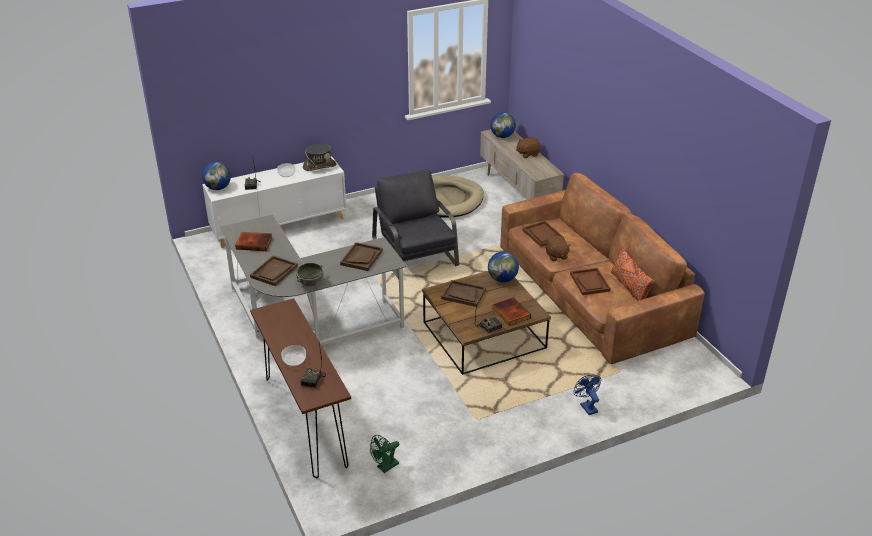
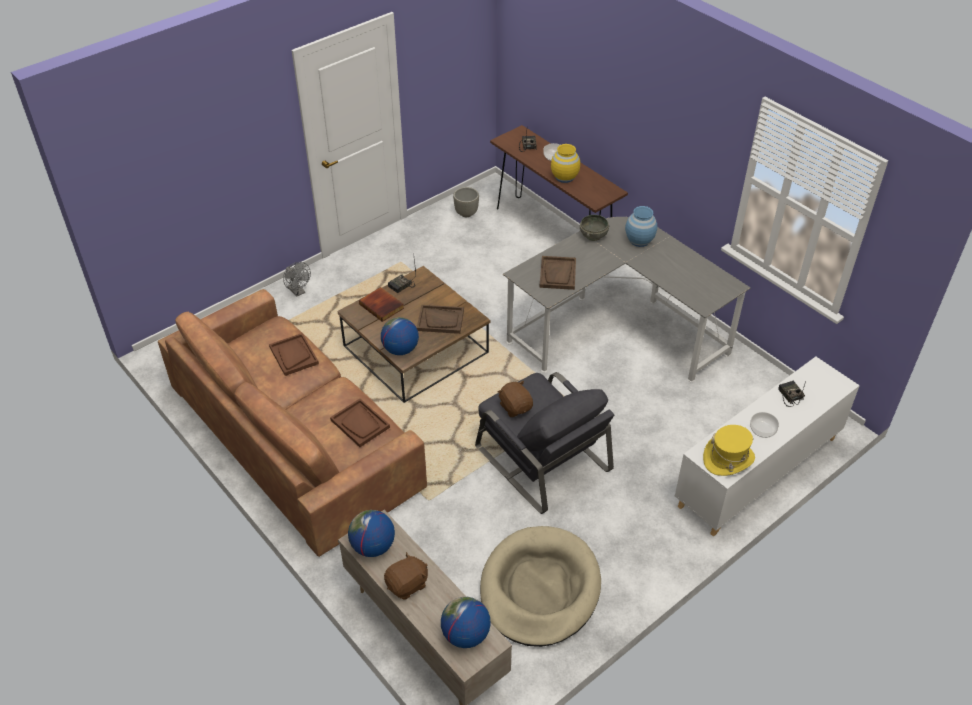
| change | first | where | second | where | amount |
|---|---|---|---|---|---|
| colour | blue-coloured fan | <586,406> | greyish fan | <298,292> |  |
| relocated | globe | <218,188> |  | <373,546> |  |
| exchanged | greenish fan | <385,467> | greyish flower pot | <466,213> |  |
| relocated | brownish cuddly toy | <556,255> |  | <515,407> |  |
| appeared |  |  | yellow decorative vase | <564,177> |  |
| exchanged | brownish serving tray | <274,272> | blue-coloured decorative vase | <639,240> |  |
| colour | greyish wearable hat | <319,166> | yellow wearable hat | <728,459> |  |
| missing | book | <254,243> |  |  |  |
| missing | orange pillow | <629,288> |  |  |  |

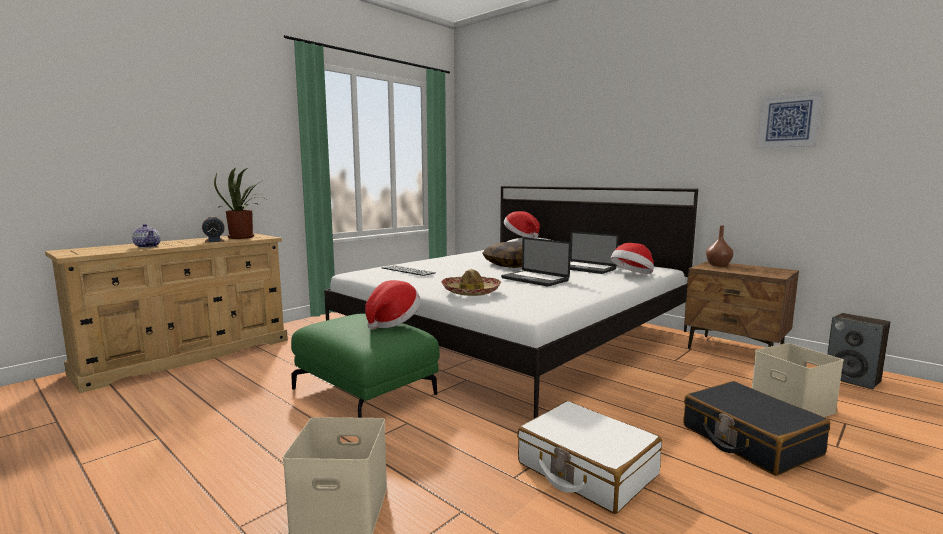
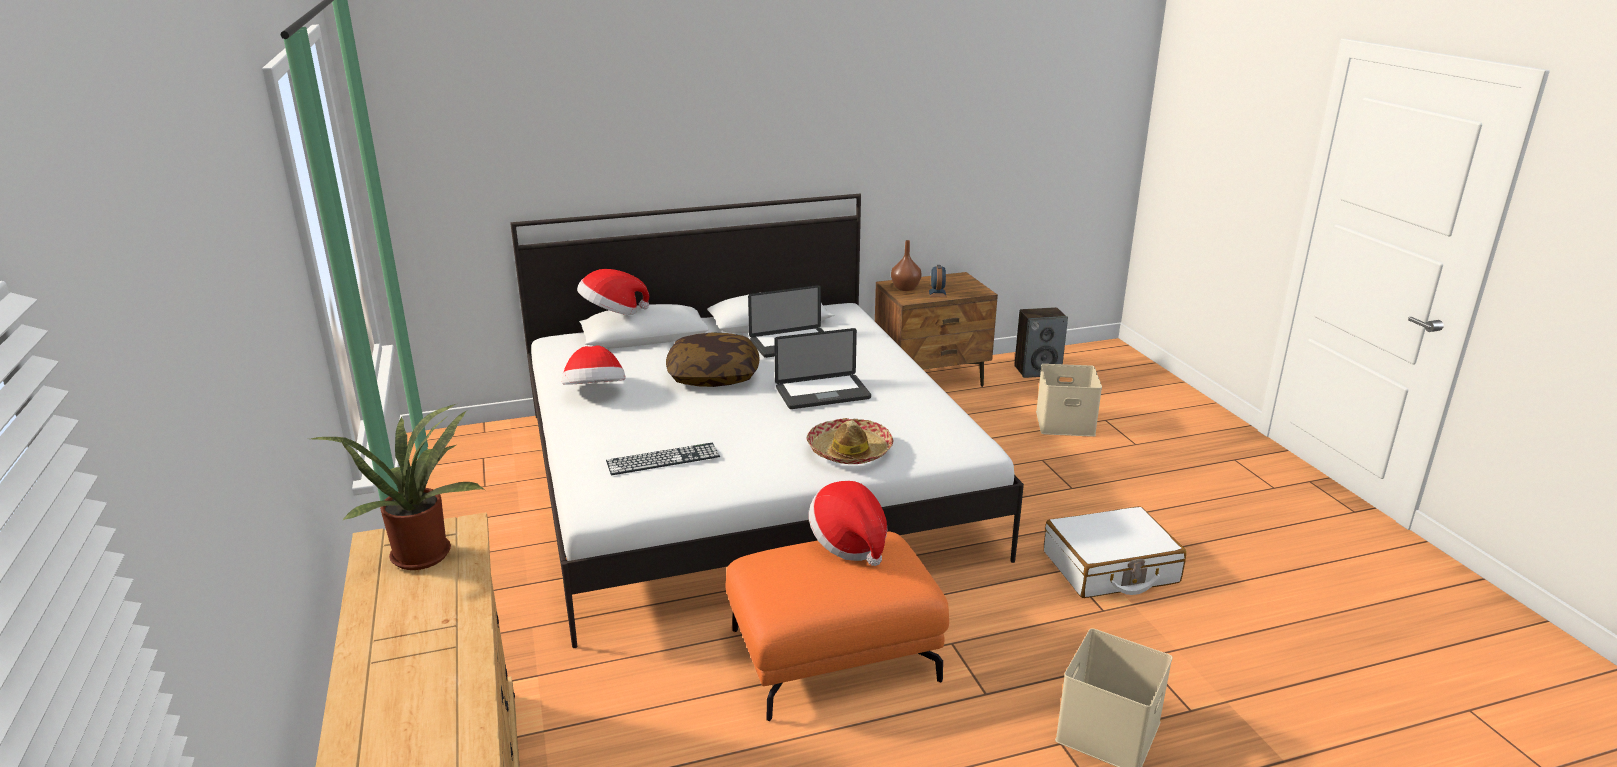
| change | first | where | second | where | amount |
|---|---|---|---|---|---|
| relocated | wearable hat | <632,275> |  | <595,393> |  |
| colour | greenish pouffe | <366,391> | orange pouffe | <834,653> |  |
| relocated | alarm clock | <214,241> |  | <937,293> |  |
| missing | pot for tea | <147,246> |  |  |  |
| missing | blackish piece of luggage | <749,440> |  |  |  |
| missing | picture | <788,121> |  |  |  |

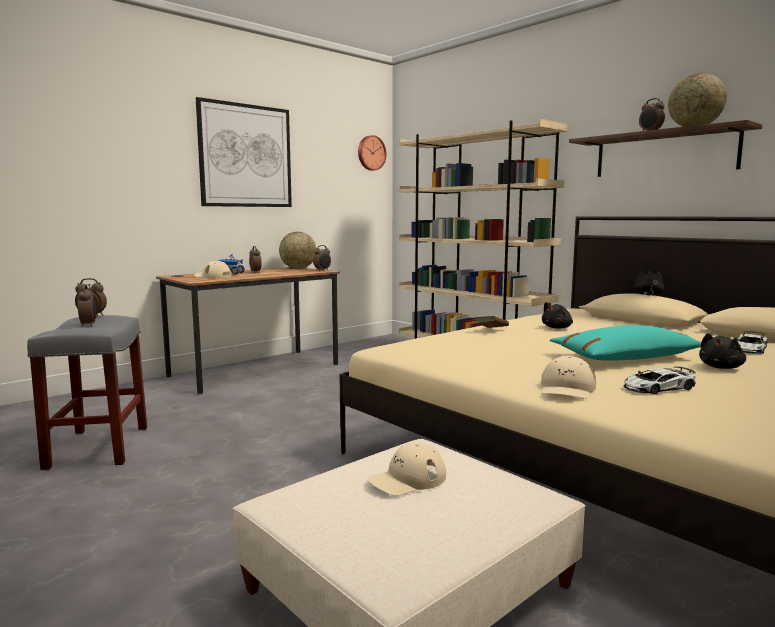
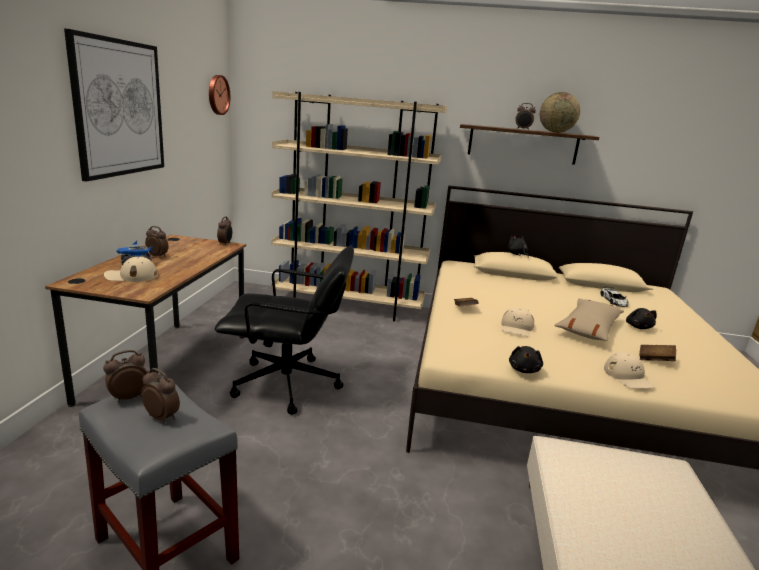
| change | first | where | second | where | amount |
|---|---|---|---|---|---|
| appeared |  |  | blackish computer chair | <288,385> |  |
| relocated | beige-coloured peaked cap | <407,479> |  | <516,327> |  |
| relocated | blackish cuddly toy | <558,328> |  | <524,370> |  |
| colour | turquoise pillow | <626,358> | beige-coloured pillow | <589,328> |  |
| exchanged | toy car | <658,388> | brownish book | <655,360> |  |
| missing | globe | <298,268> |  |  |  |

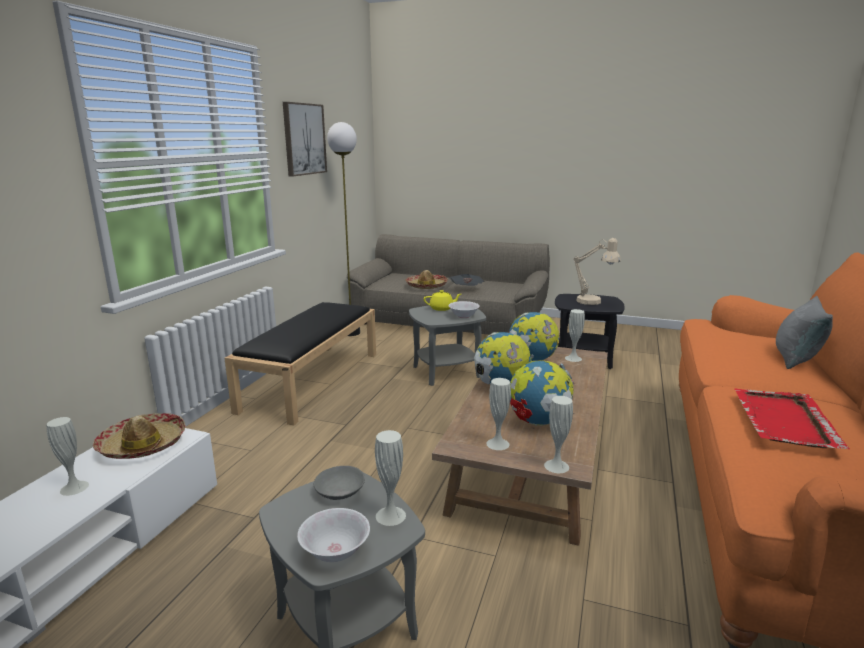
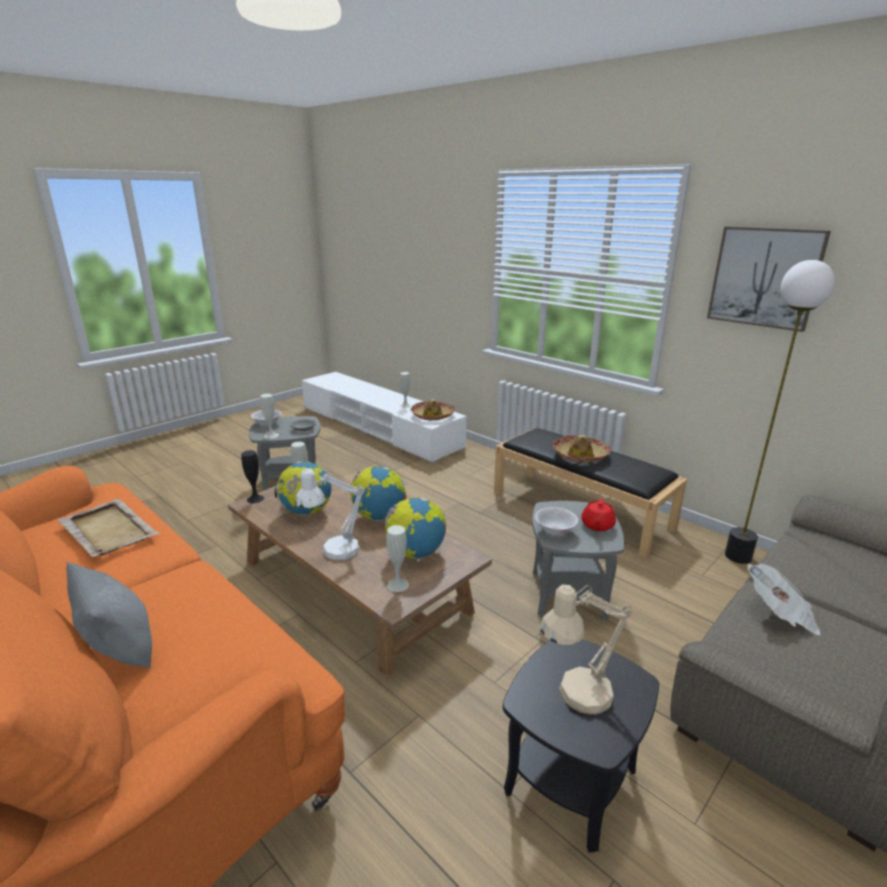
| change | first | where | second | where | amount |
|---|---|---|---|---|---|
| colour | reddish serving tray | <784,421> | beige-coloured serving tray | <108,530> |  |
| colour | white decorative vase | <556,466> | blackish decorative vase | <255,499> |  |
| appeared |  |  | white table lamp | <334,553> |  |
| relocated | wearable hat | <426,286> |  | <580,455> |  |
| colour | yellow pot for tea | <442,308> | reddish pot for tea | <597,525> |  |

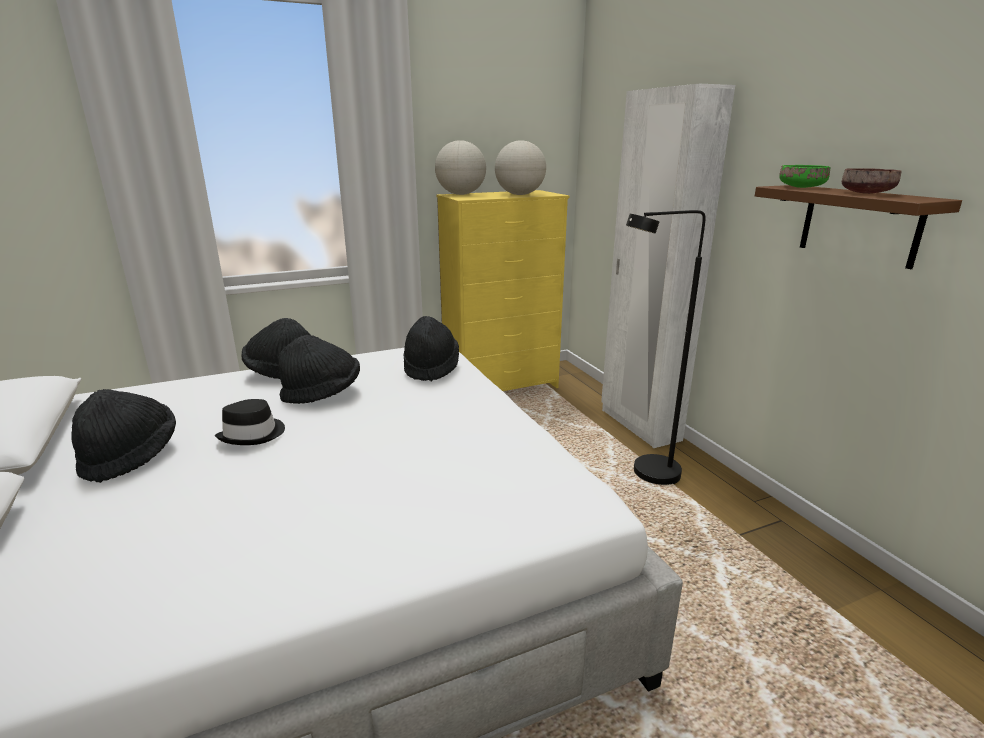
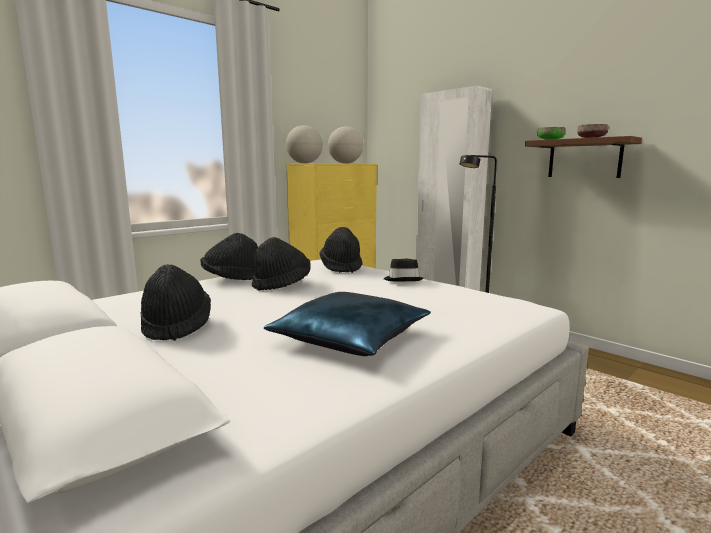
| change | first | where | second | where | amount |
|---|---|---|---|---|---|
| appeared |  |  | blue-coloured pillow | <349,337> |  |
| relocated | blackish wearable hat | <253,434> |  | <403,279> |  |

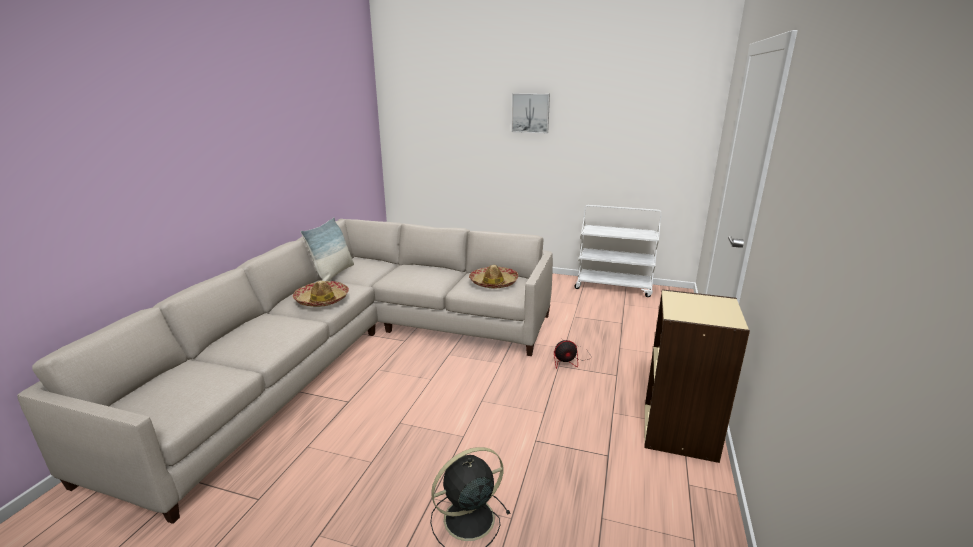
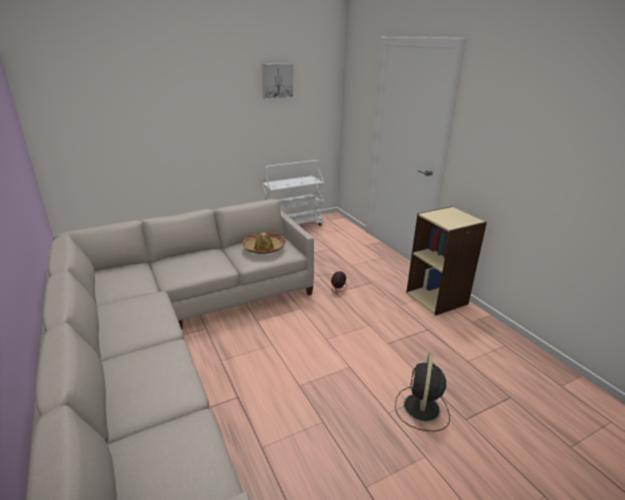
| change | first | where | second | where | amount |
|---|---|---|---|---|---|
| relocated | picture | <530,113> |  | <277,81> |  |
| missing | wearable hat | <322,300> |  |  |  |
| missing | pillow | <333,274> |  |  |  |

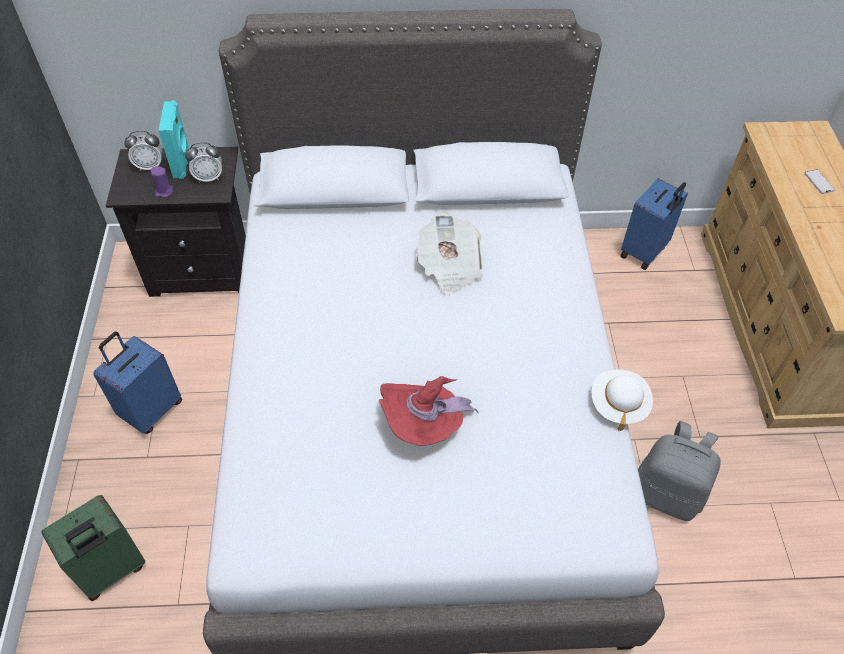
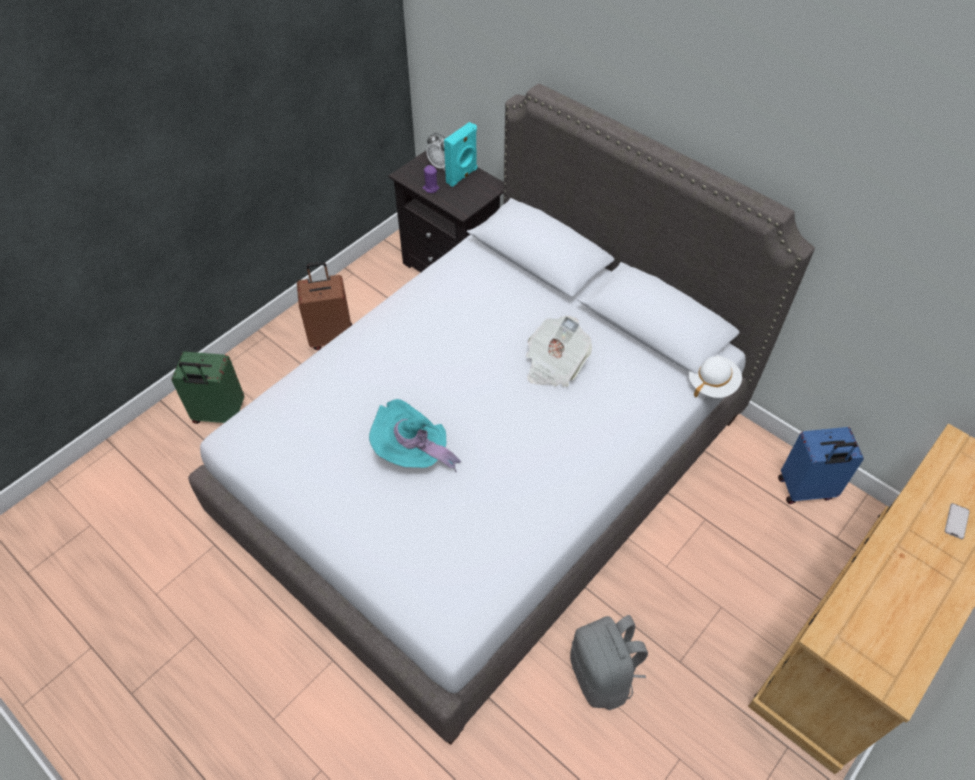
| change | first | where | second | where | amount |
|---|---|---|---|---|---|
| colour | blue-coloured piece of luggage | <151,410> | brownish piece of luggage | <332,337> |  |
| colour | reddish wearable hat | <424,425> | turquoise wearable hat | <413,452> |  |
| relocated | white wearable hat | <618,404> |  | <712,383> |  |
| missing | alarm clock | <209,177> |  |  |  |

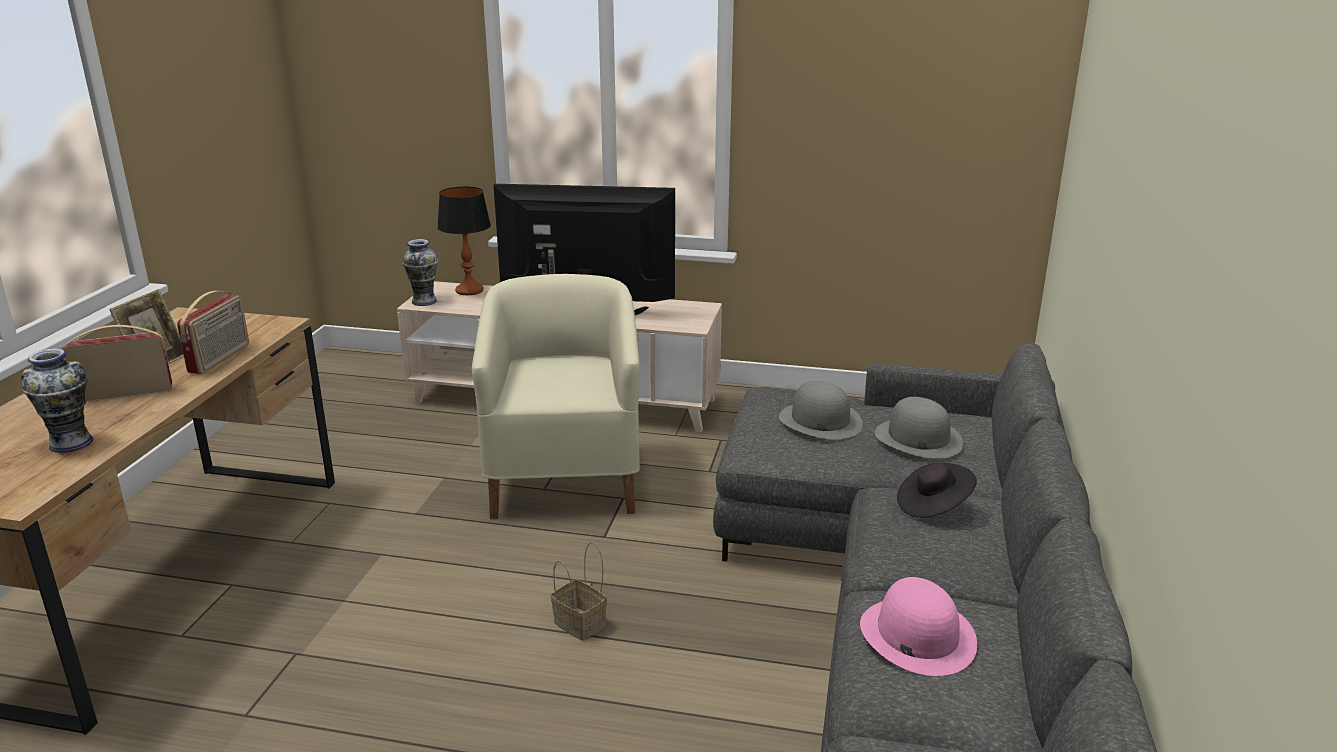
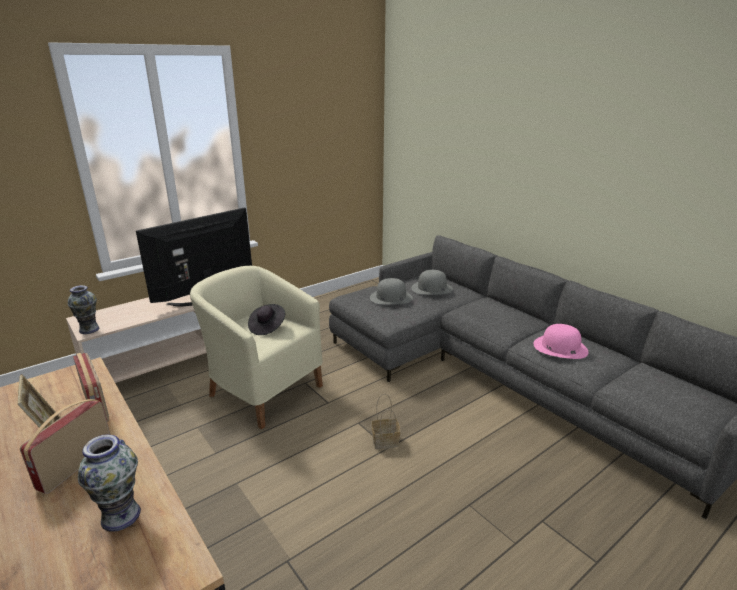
| change | first | where | second | where | amount |
|---|---|---|---|---|---|
| relocated | blackish wearable hat | <933,506> |  | <267,327> |  |
| missing | table lamp | <469,290> |  |  |  |

